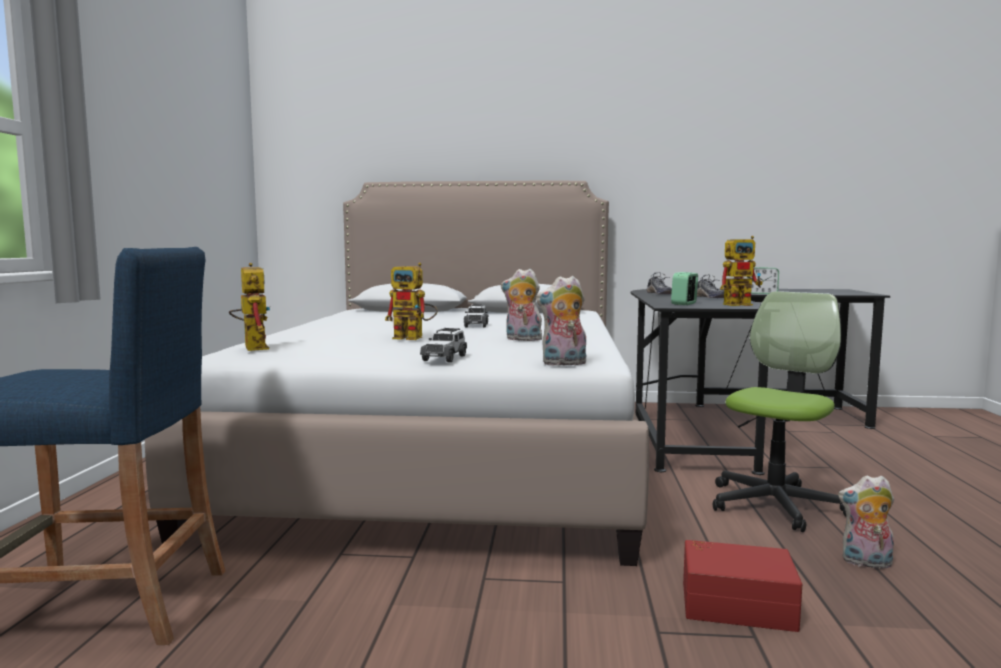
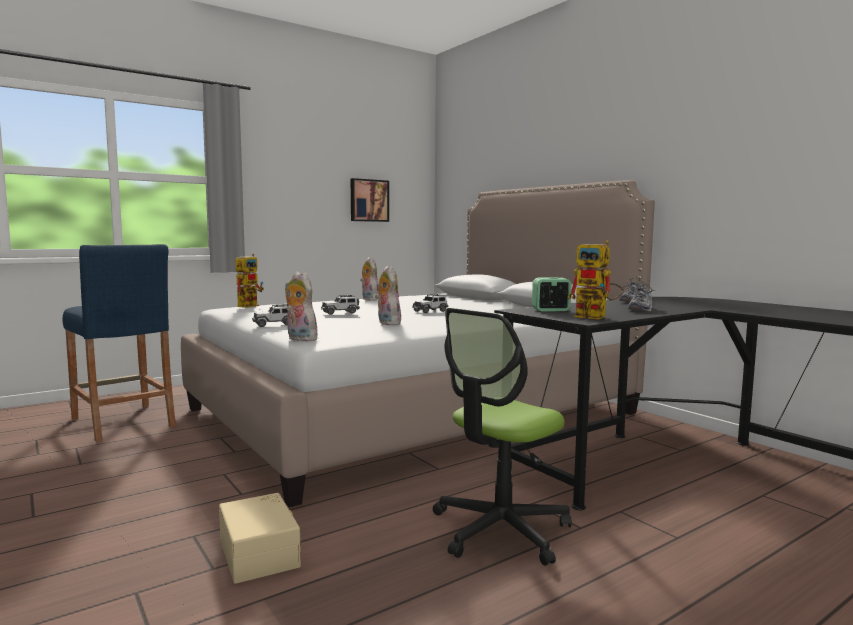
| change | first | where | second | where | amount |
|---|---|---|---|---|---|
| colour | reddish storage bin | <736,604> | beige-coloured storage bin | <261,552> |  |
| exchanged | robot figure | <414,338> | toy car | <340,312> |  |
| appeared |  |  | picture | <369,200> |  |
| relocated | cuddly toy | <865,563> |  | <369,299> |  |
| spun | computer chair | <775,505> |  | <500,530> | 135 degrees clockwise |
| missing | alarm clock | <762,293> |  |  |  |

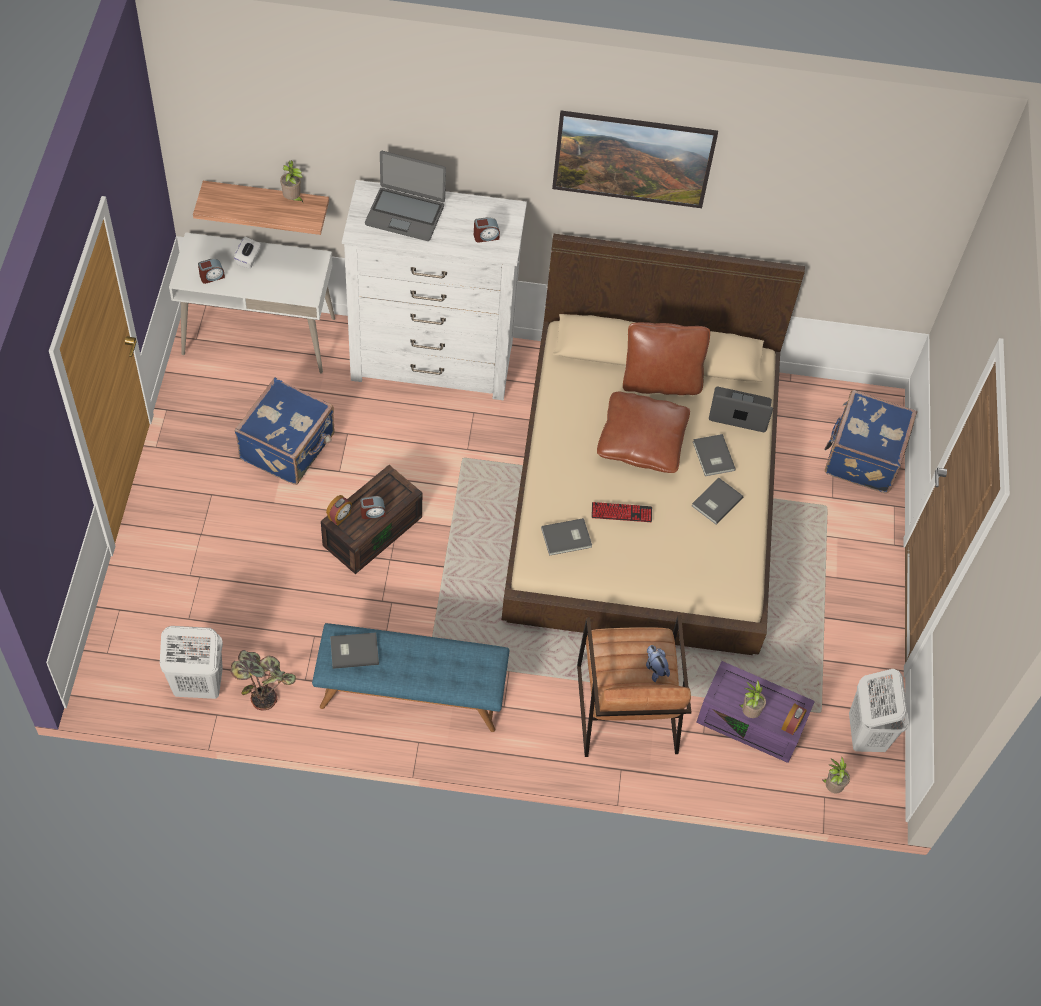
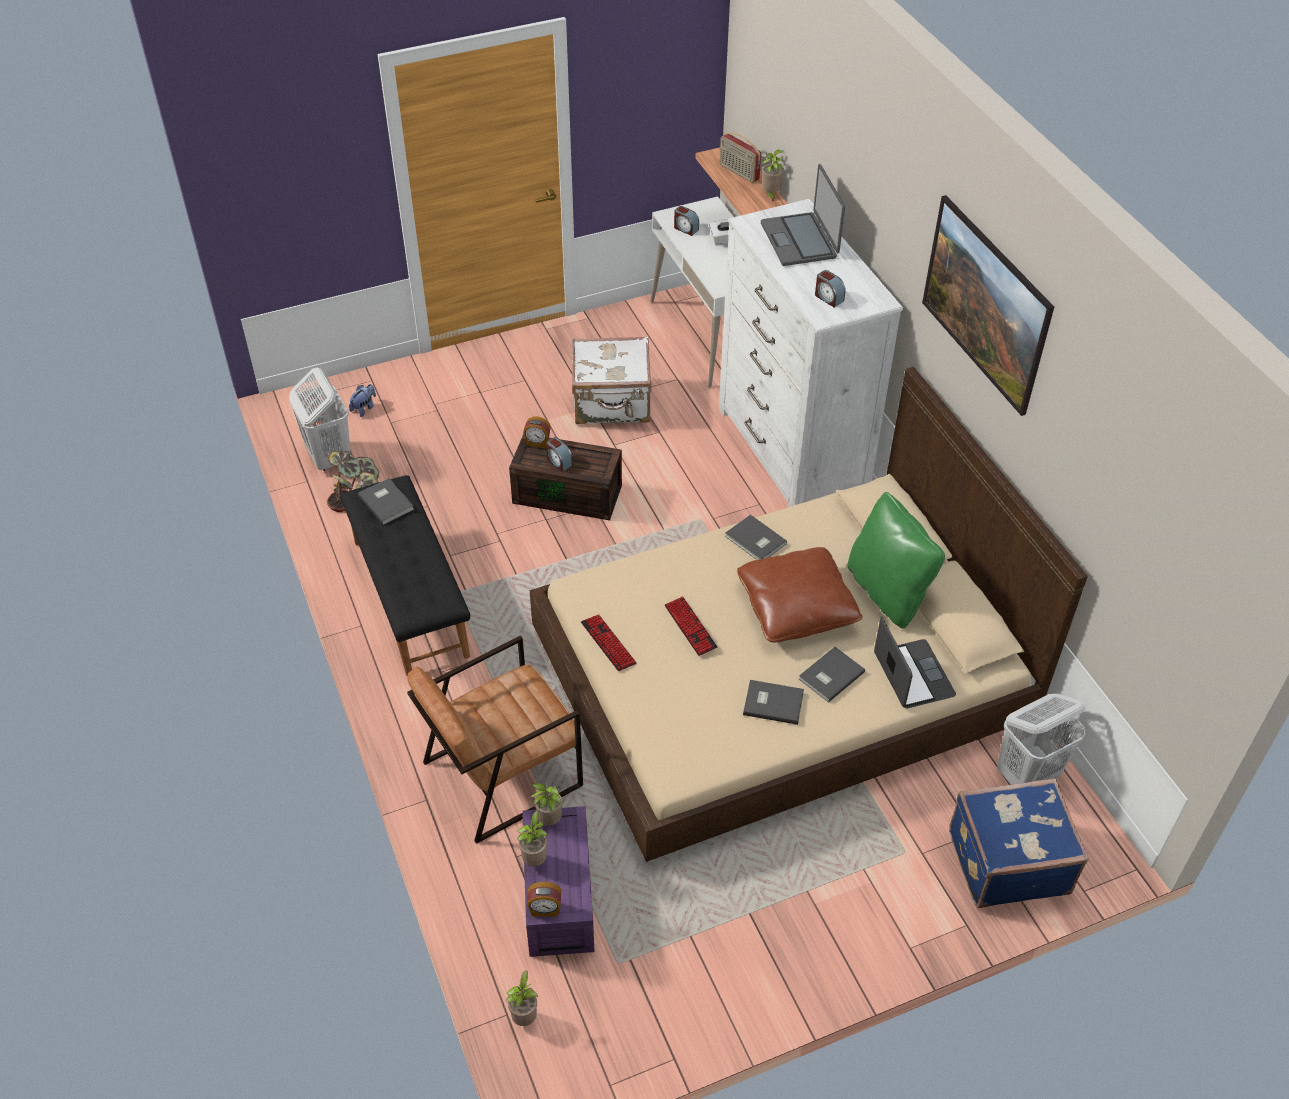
| change | first | where | second | where | amount |
|---|---|---|---|---|---|
| colour | blue-coloured bench | <411,694> | blackish bench | <409,598> |  |
| relocated | cuddly toy | <655,668> |  | <364,408> |  |
| appeared |  |  | houseplant | <548,821> |  |
| colour | blue-coloured piece of luggage | <289,447> | white piece of luggage | <612,403> |  |
| appeared |  |  | PC keyboard | <608,643> |  |
| appeared |  |  | radio set | <738,172> |  |
| relocated | greyish book | <567,538> |  | <755,541> |  |
| colour | brownish pillow | <661,382> | greenish pillow | <887,592> |  |
| relocated | white hamper | <866,734> |  | <1028,775> |  |

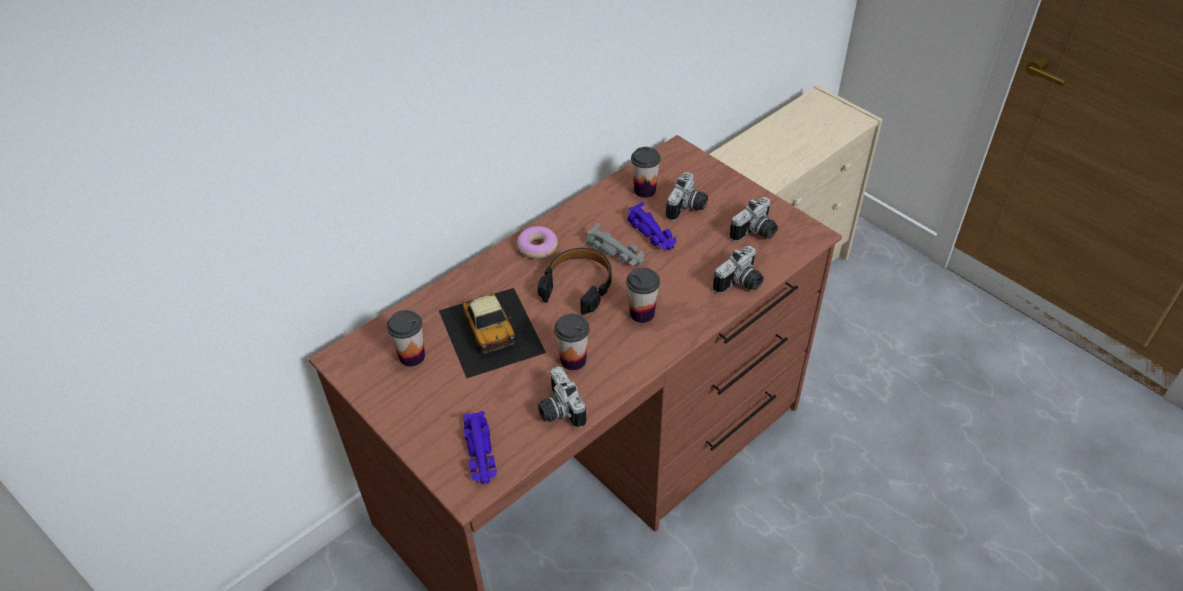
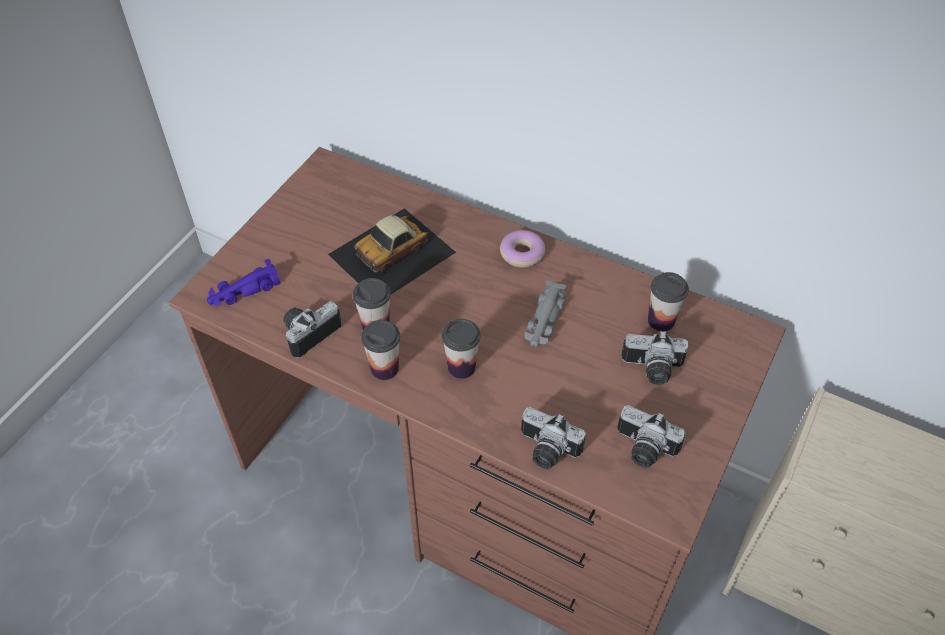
| change | first | where | second | where | amount |
|---|---|---|---|---|---|
| relocated | cup | <412,356> |  | <384,368> |  |
| missing | blackish pair of headphones | <578,285> |  |  |  |
| missing | purplish toy car | <652,234> |  |  |  |

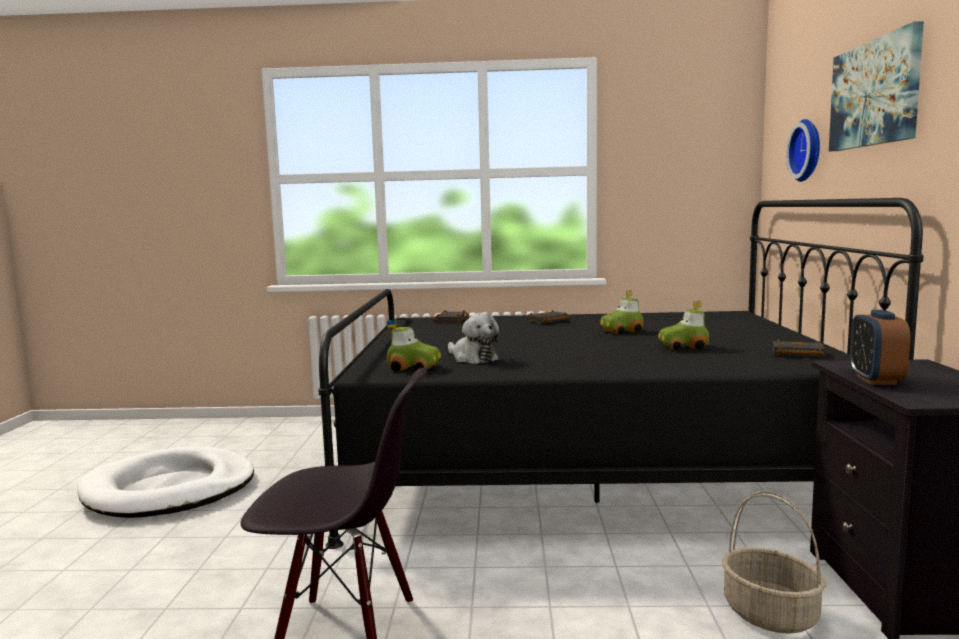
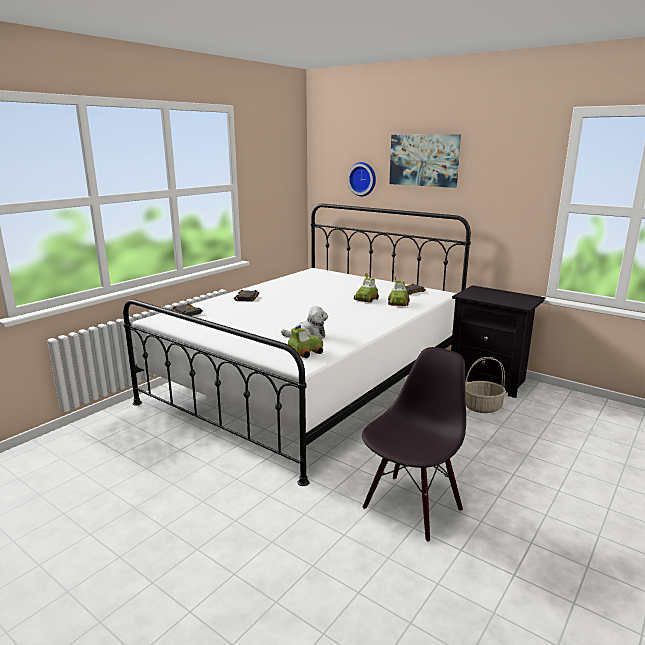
| change | first | where | second | where | amount |
|---|---|---|---|---|---|
| colour | blackish bedroom bed | <585,465> | white bedroom bed | <309,381> |  |
| relocated | toy car | <621,331> |  | <399,303> |  |
| missing | white dog bed | <170,489> |  |  |  |
| missing | alarm clock | <875,380> |  |  |  |

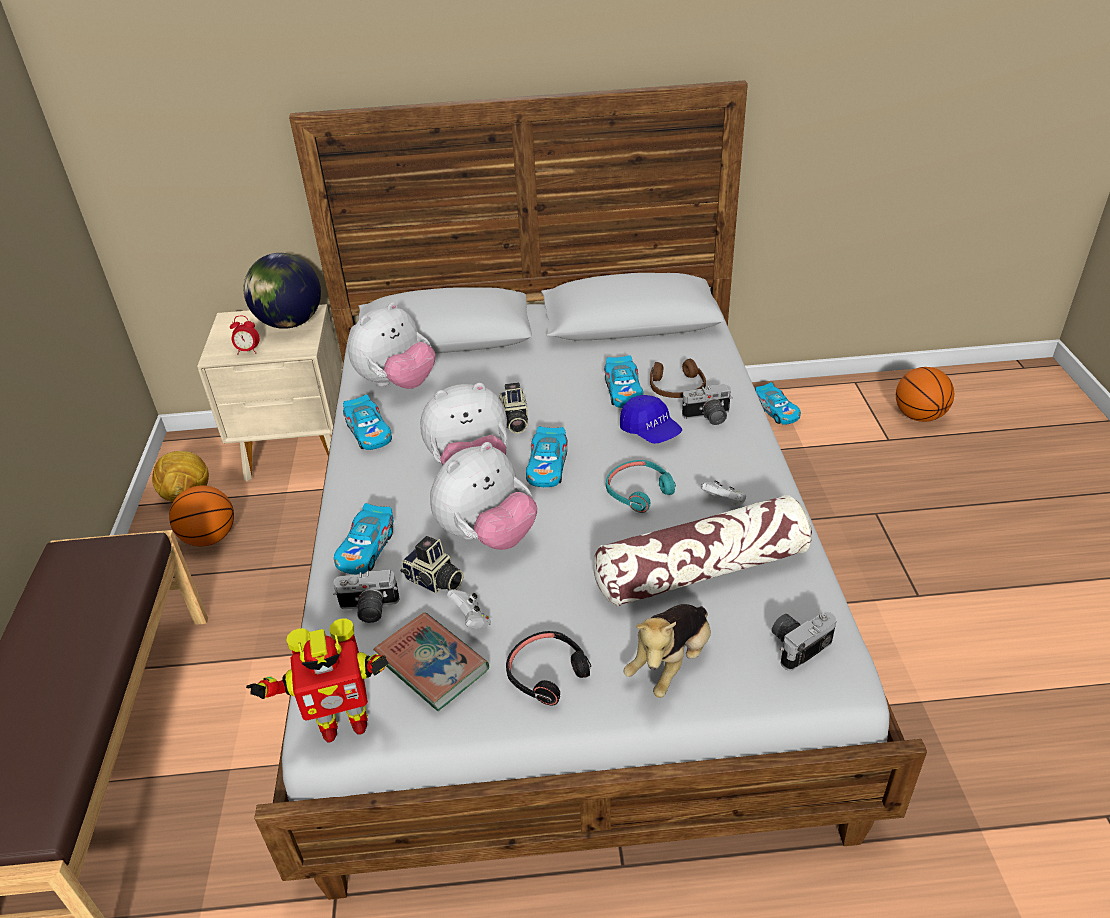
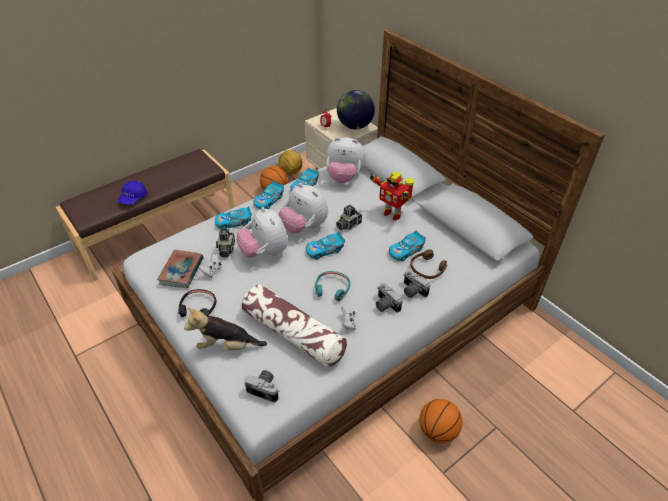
| change | first | where | second | where | amount |
|---|---|---|---|---|---|
| relocated | blue-coloured peaked cap | <650,431> |  | <133,198> |  |
| spun | cuddly toy | <487,535> |  | <265,252> | 45 degrees clockwise |
| relocated | toy car | <777,411> |  | <268,200> |  |
| relocated | robot figure | <342,723> |  | <392,214> |  |
| relocated | still camera | <368,609> |  | <385,305> |  |
| relocated | ball for basketball | <919,416> |  | <437,431> |  |

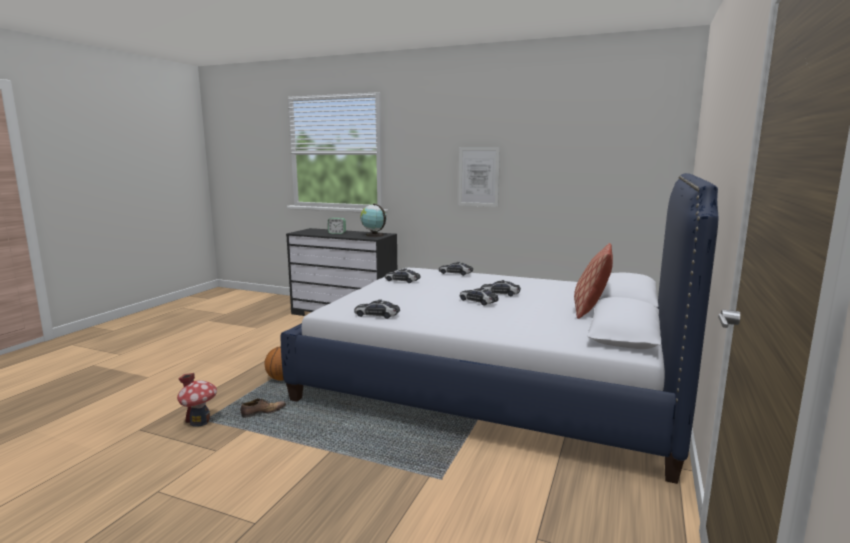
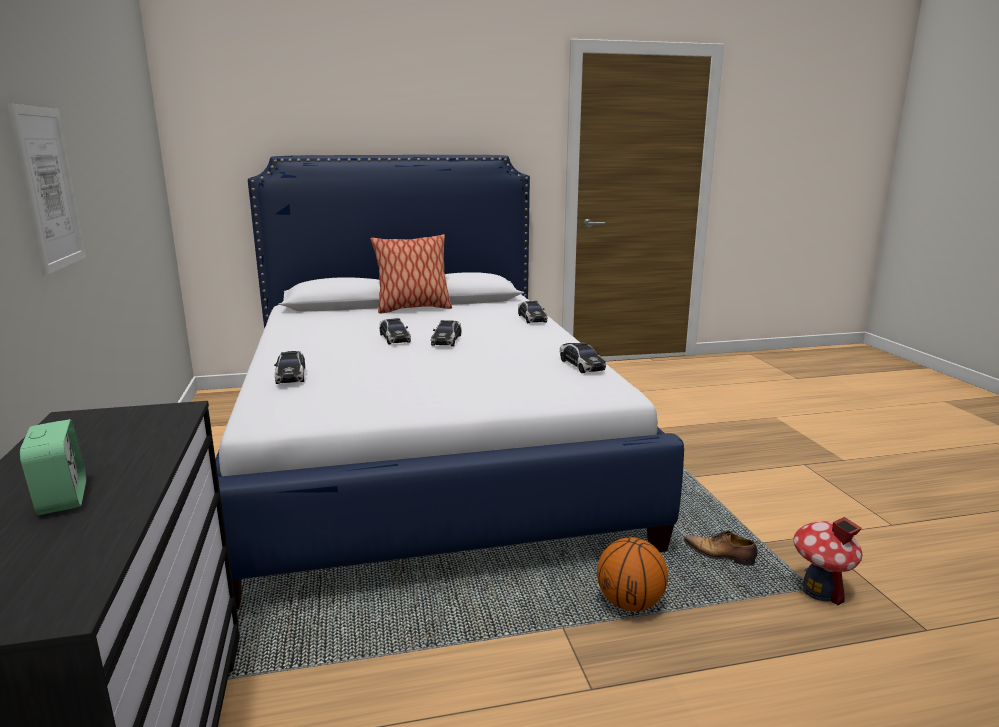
| change | first | where | second | where | amount |
|---|---|---|---|---|---|
| relocated | toy car | <402,280> |  | <532,318> |  |
| missing | globe | <373,235> |  |  |  |

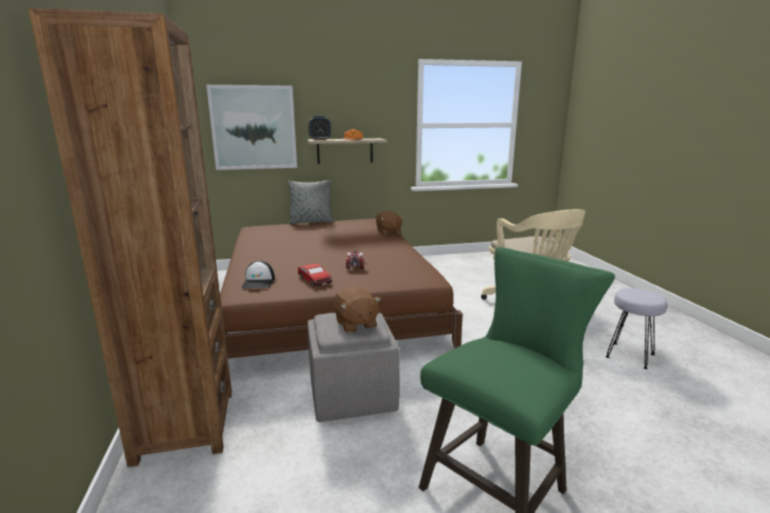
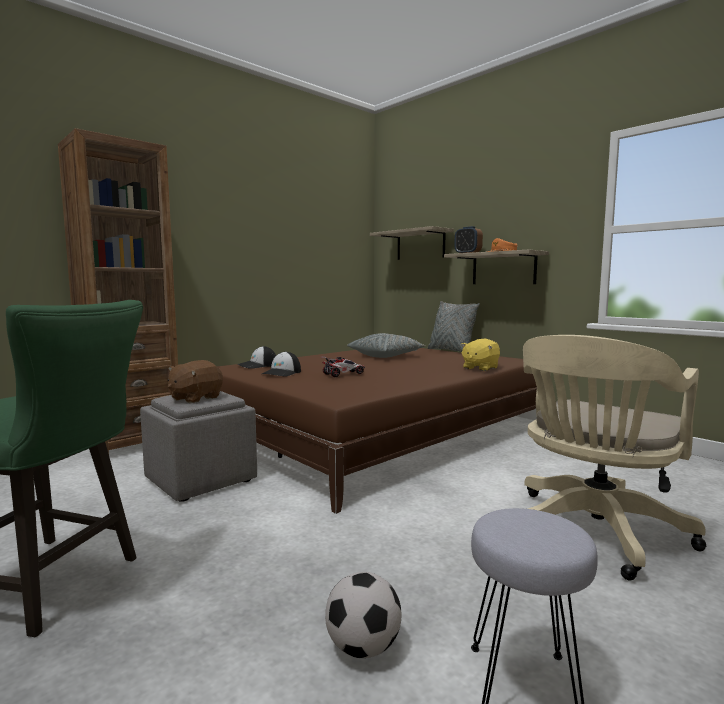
| change | first | where | second | where | amount |
|---|---|---|---|---|---|
| exchanged | toy car | <314,280> | peaked cap | <282,373> |  |
| appeared |  |  | football | <363,647> |  |
| appeared |  |  | greyish pillow | <386,356> |  |
| exchanged | picture | <254,127> | wall shelf | <420,245> |  |
| colour | brownish cuddly toy | <388,232> | yellow cuddly toy | <480,368> |  |

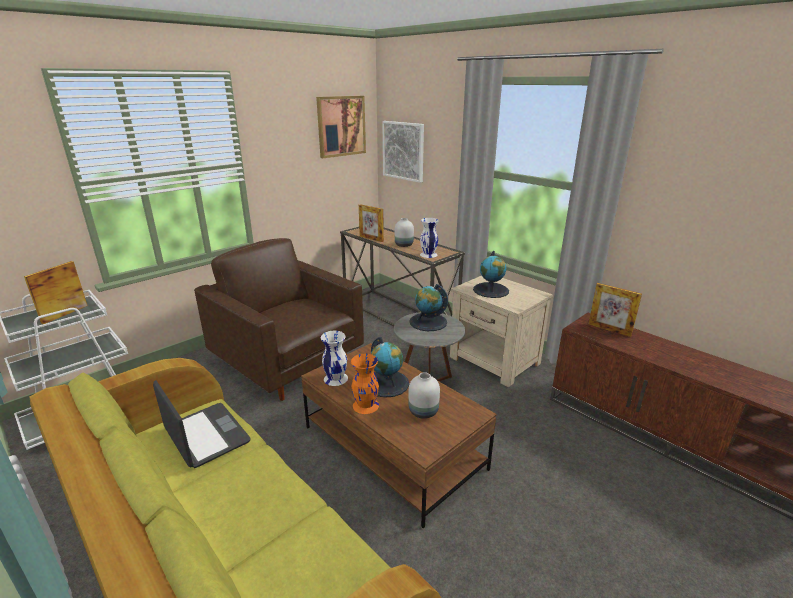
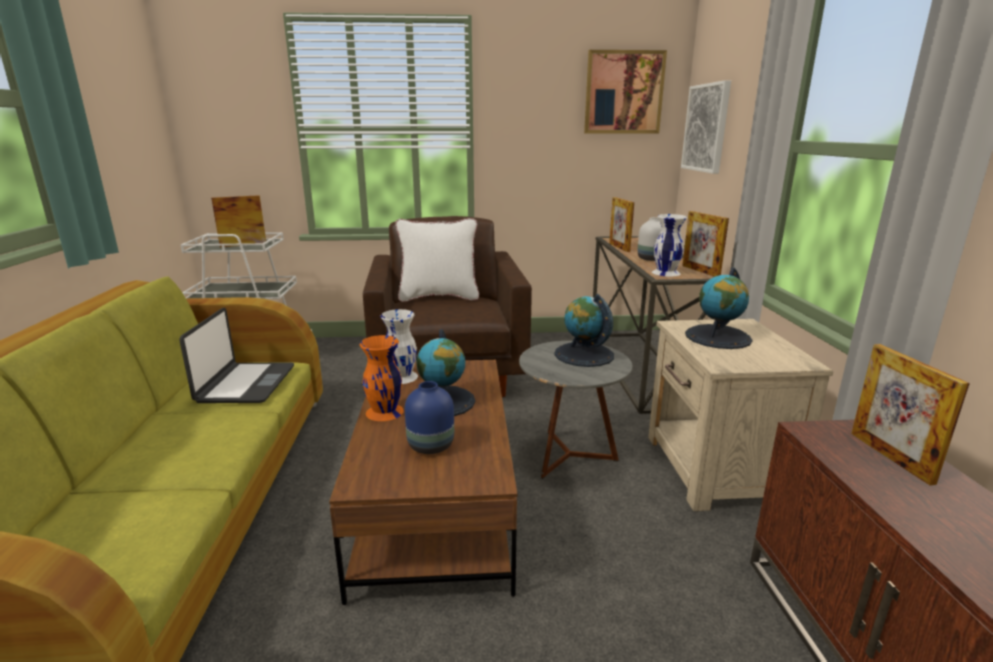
| change | first | where | second | where | amount |
|---|---|---|---|---|---|
| appeared |  |  | white pillow | <439,297> |  |
| colour | white decorative vase | <424,411> | blue-coloured decorative vase | <432,446> |  |
| appeared |  |  | photo frame | <700,271> |  |

